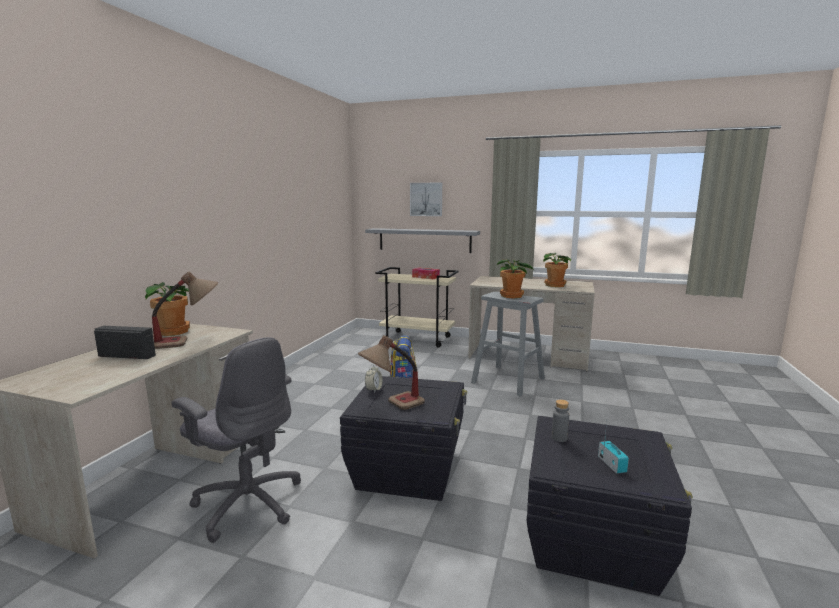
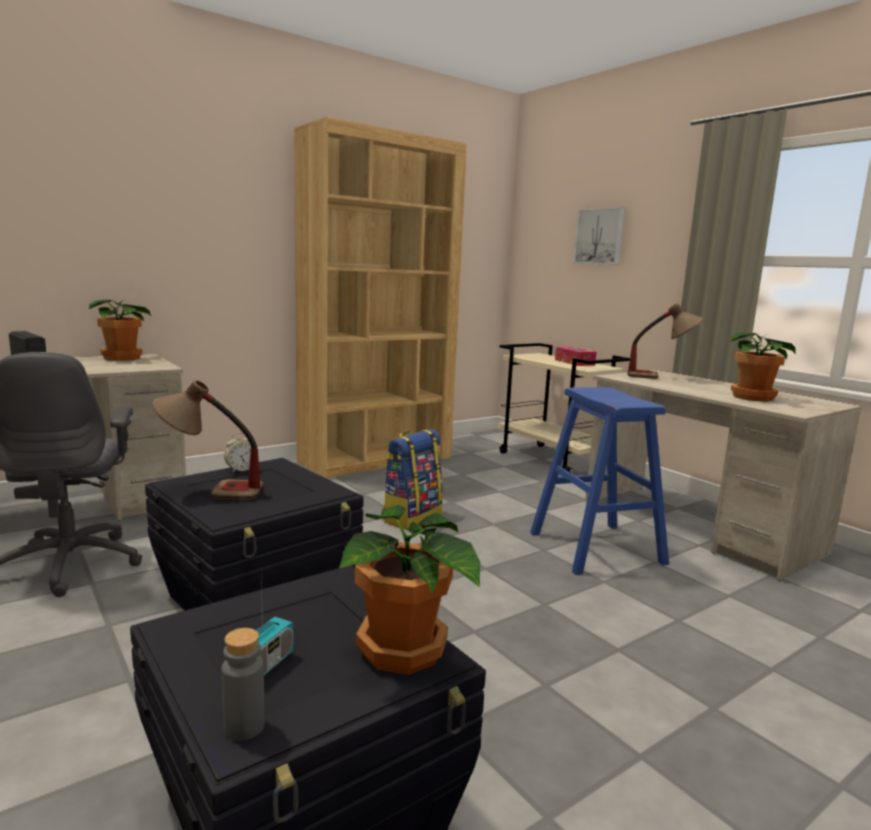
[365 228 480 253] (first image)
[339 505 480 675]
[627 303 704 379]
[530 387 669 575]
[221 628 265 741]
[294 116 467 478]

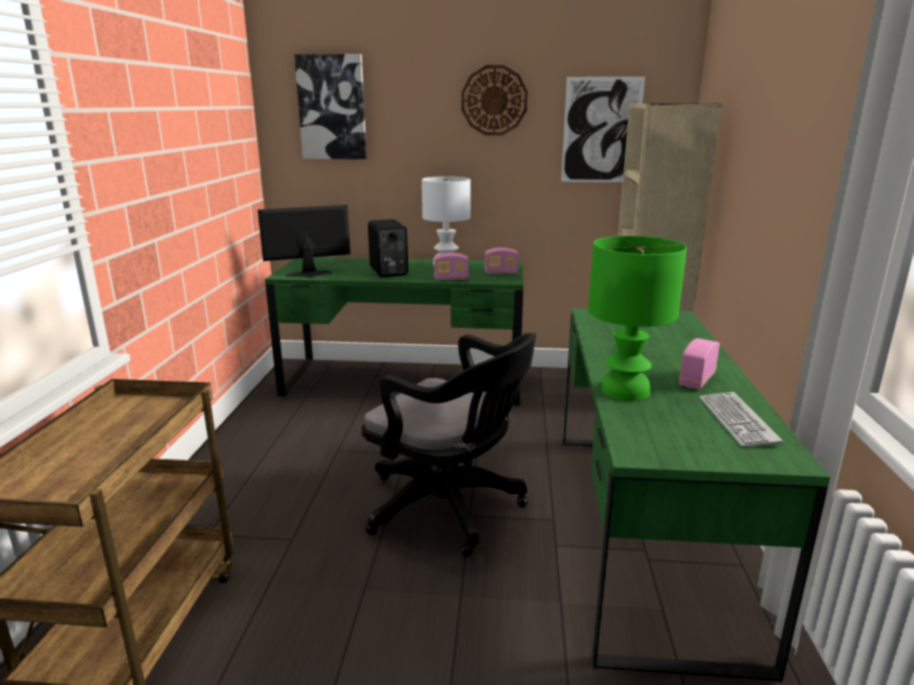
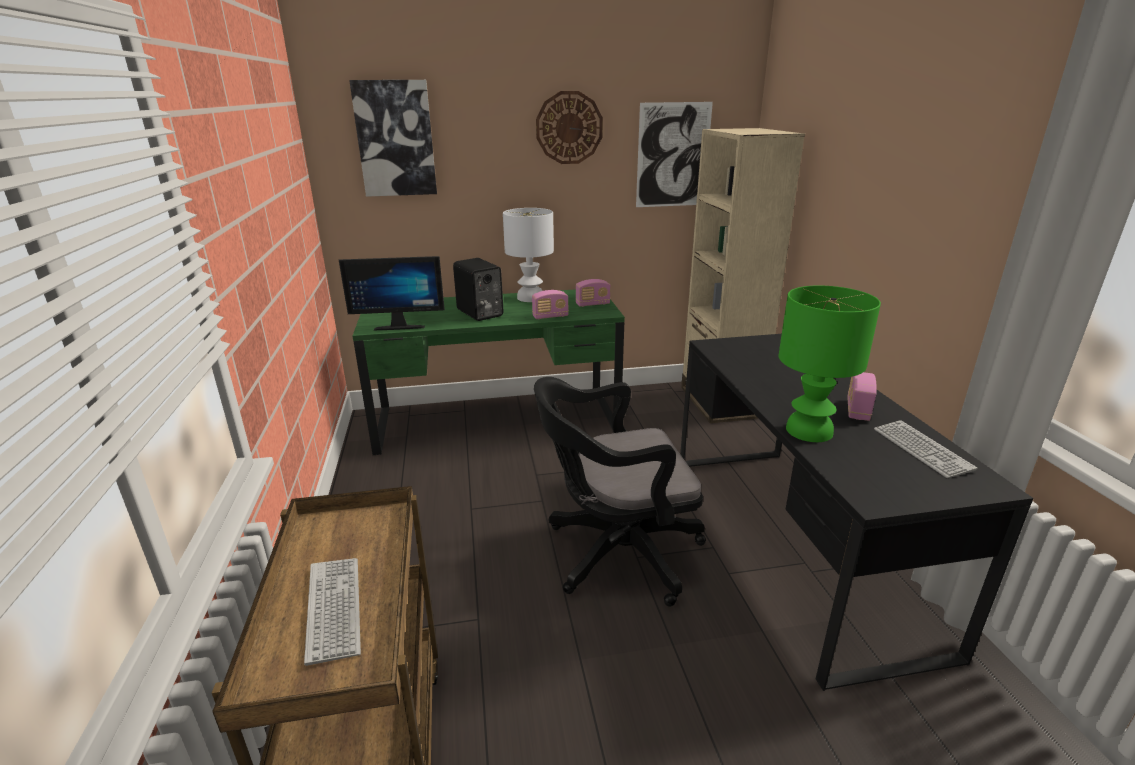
[339 256 445 330]
[680 334 1033 691]
[534 377 706 607]
[304 558 361 666]

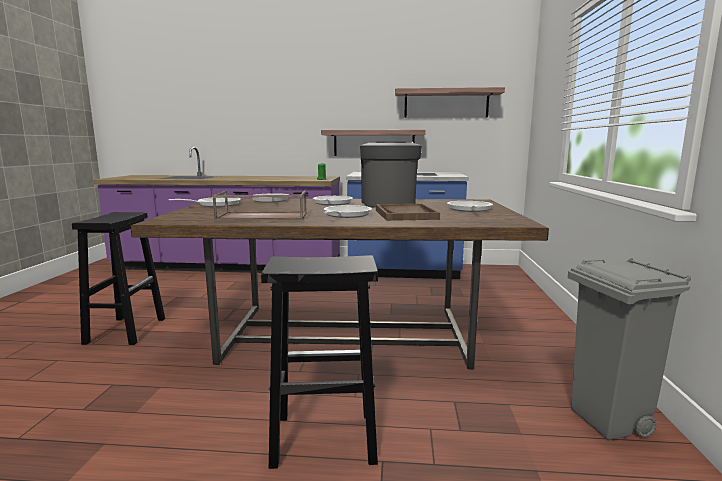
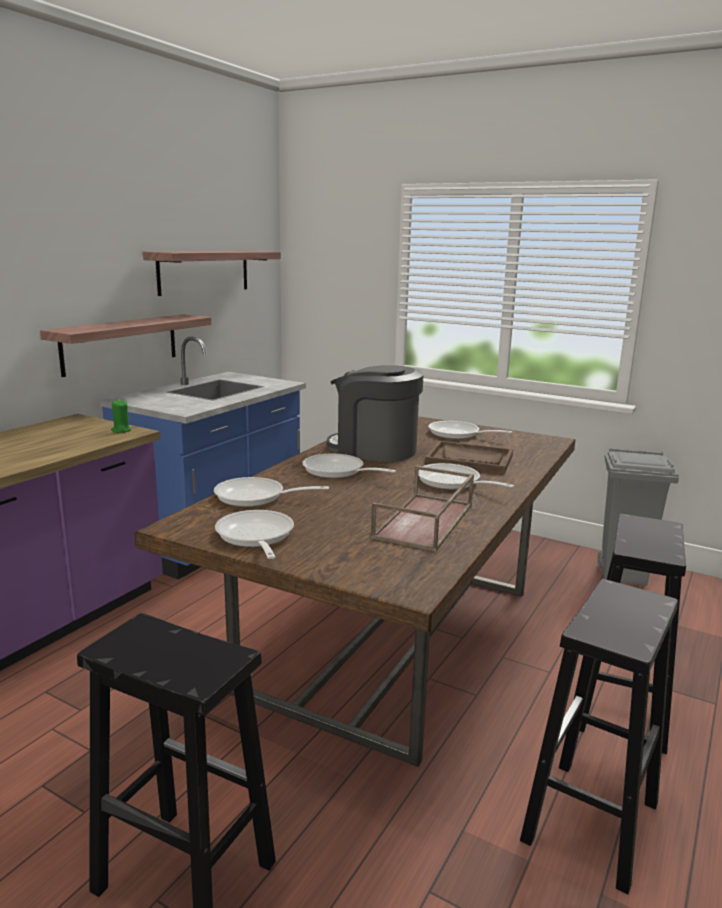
[520 579 678 895]

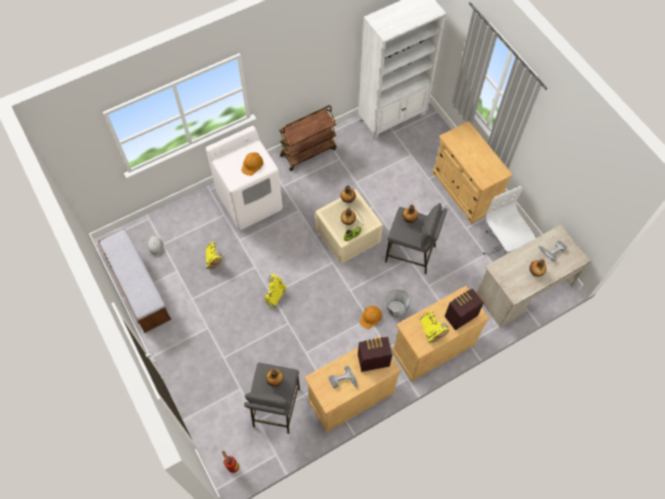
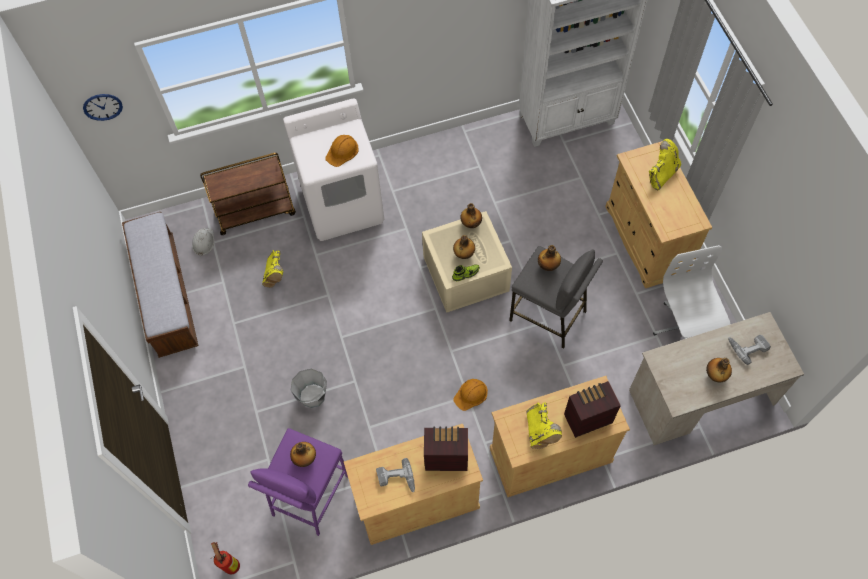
[200 153 296 235]
[649 139 681 190]
[291 369 327 408]
[248 428 348 536]
[83 94 123 121]

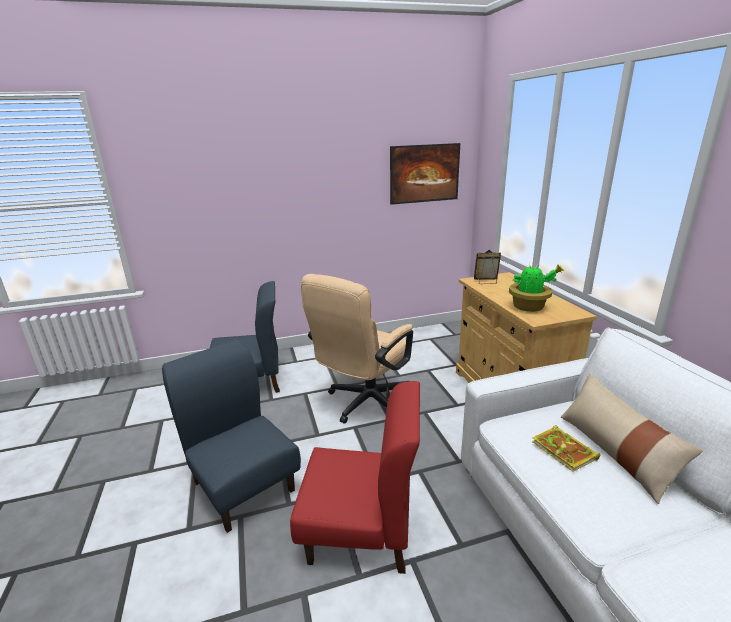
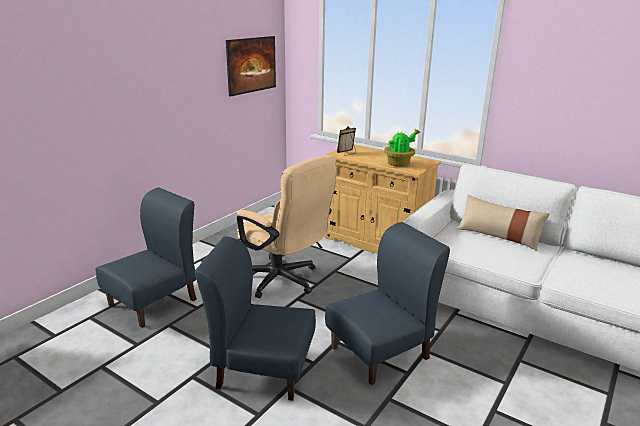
[237 155 337 298]
[325 222 450 385]
[532 425 600 472] (first image)

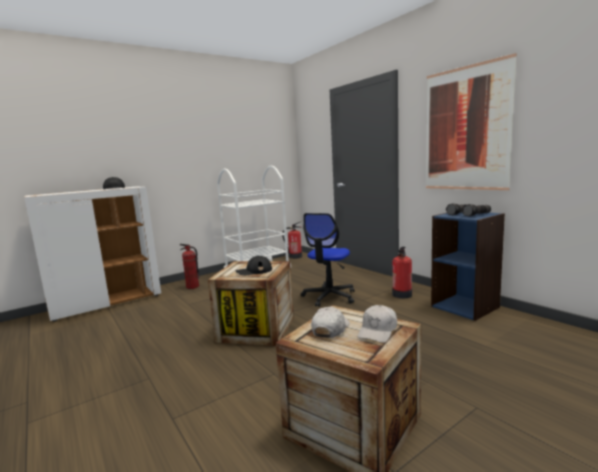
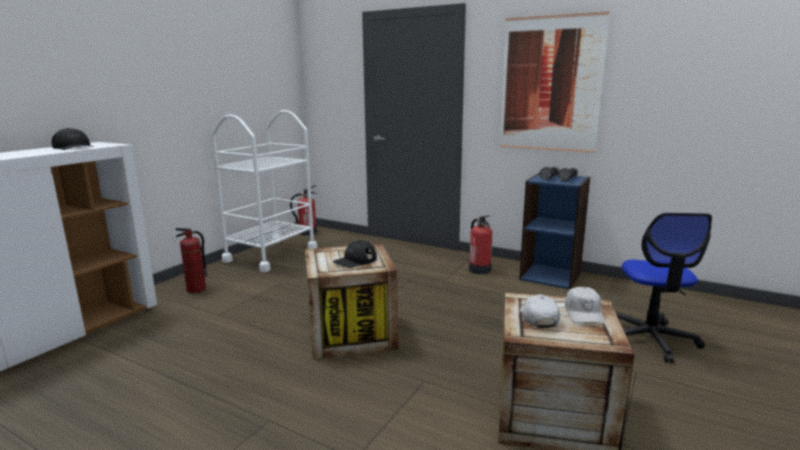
[616 213 712 363]

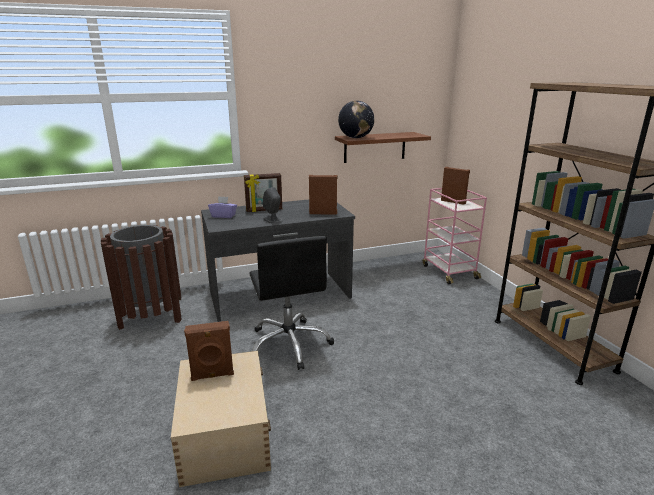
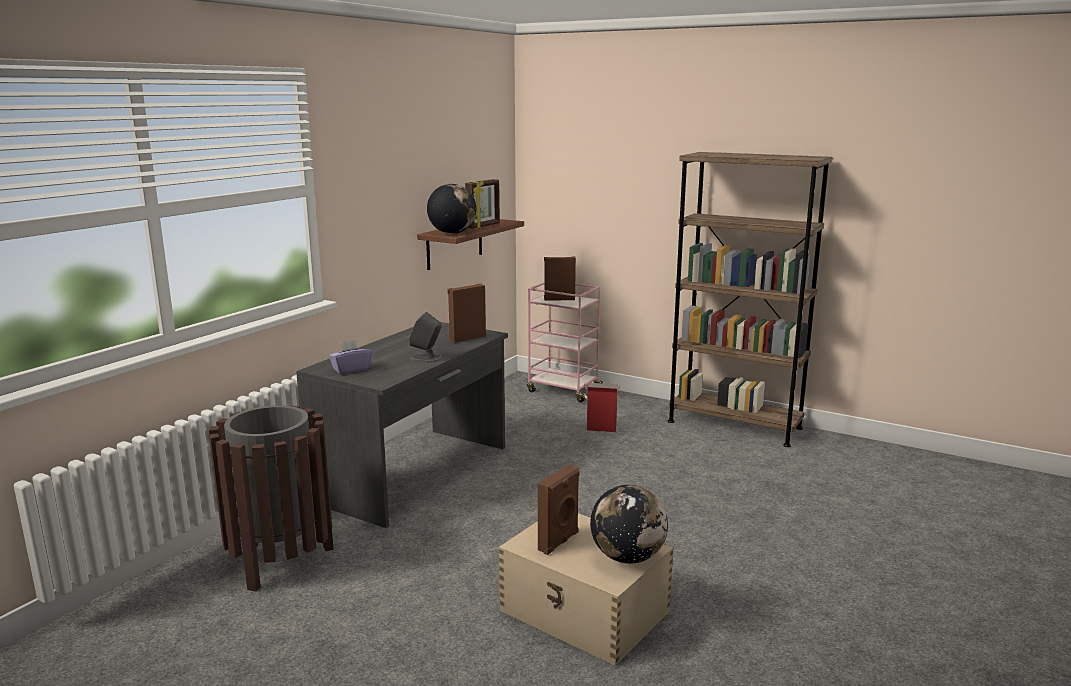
[465 179 500 229]
[249 236 334 370] (first image)
[584 383 620 432]
[590 485 668 564]

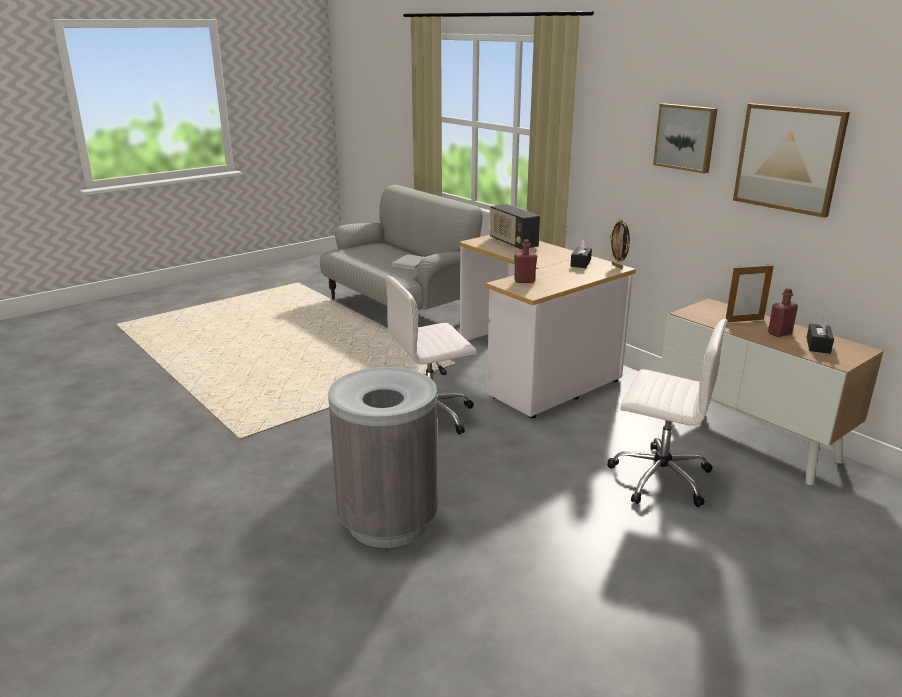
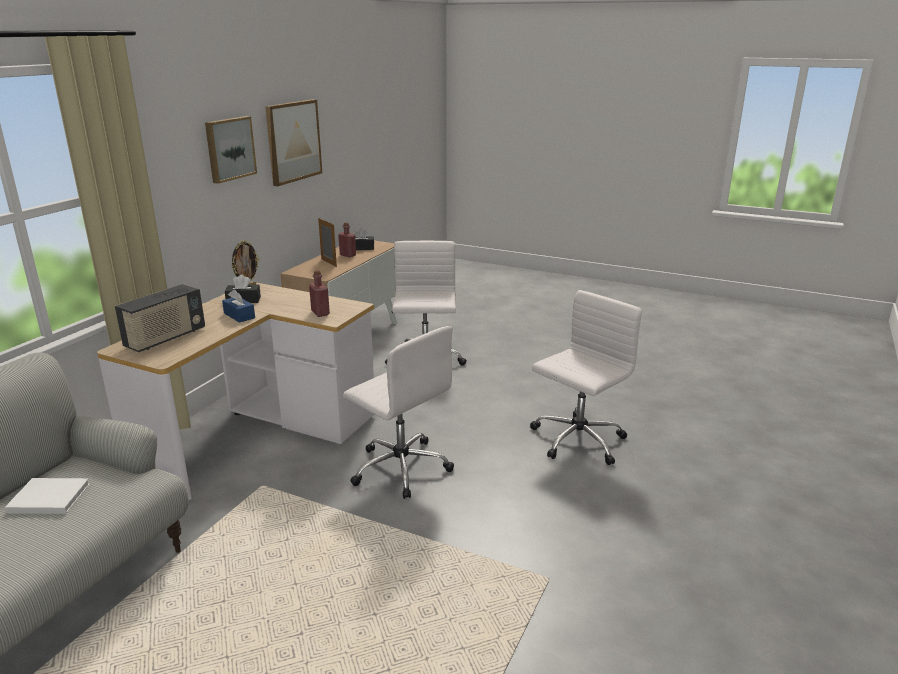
[530 290 642 465]
[222 289 255 323]

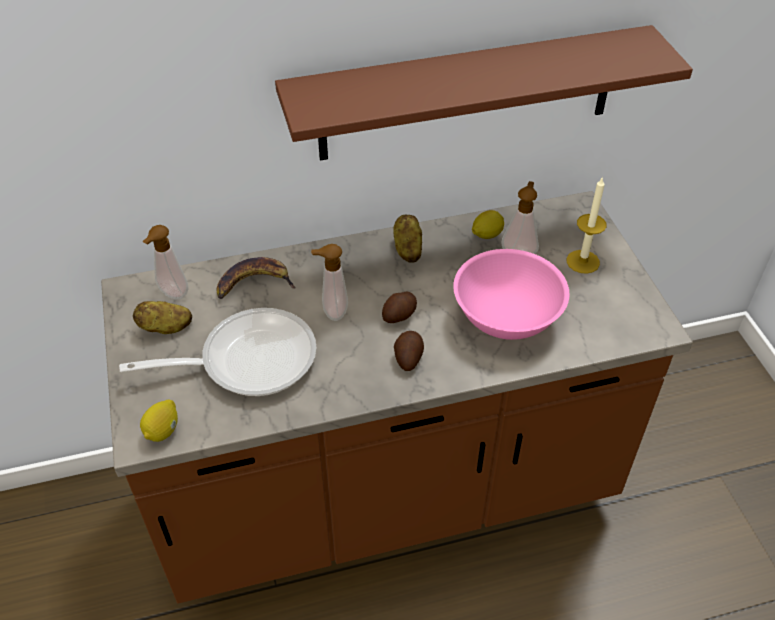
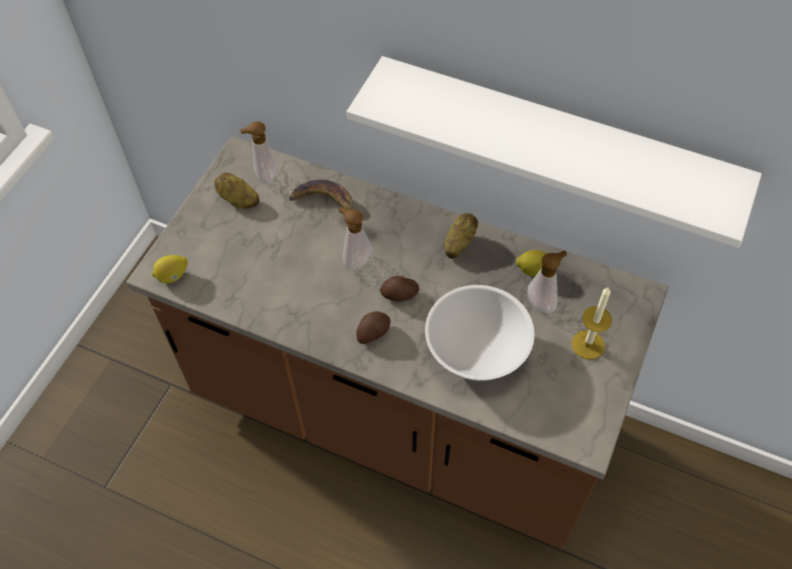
[347 56 762 247]
[425 285 534 381]
[119 308 317 396] (first image)

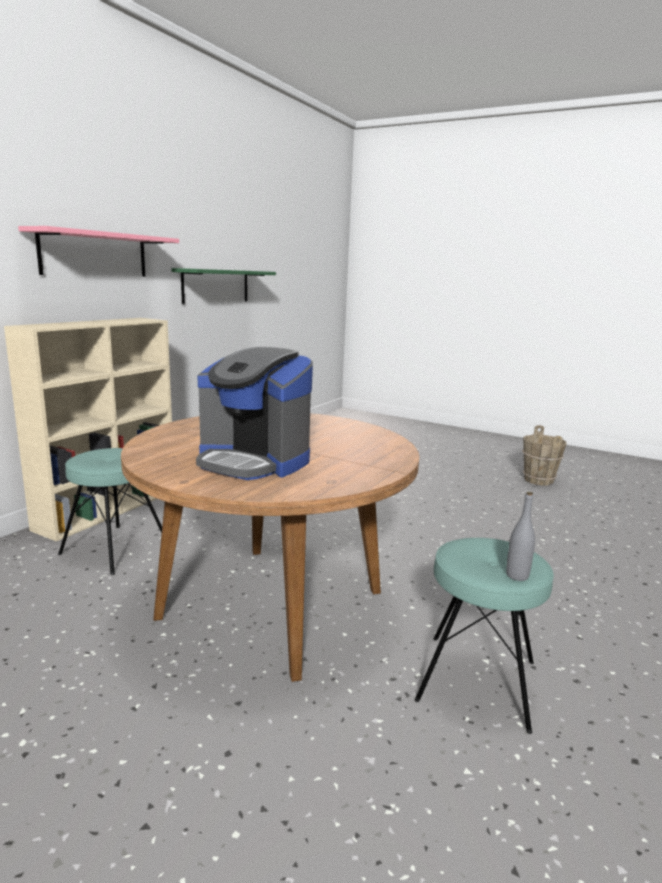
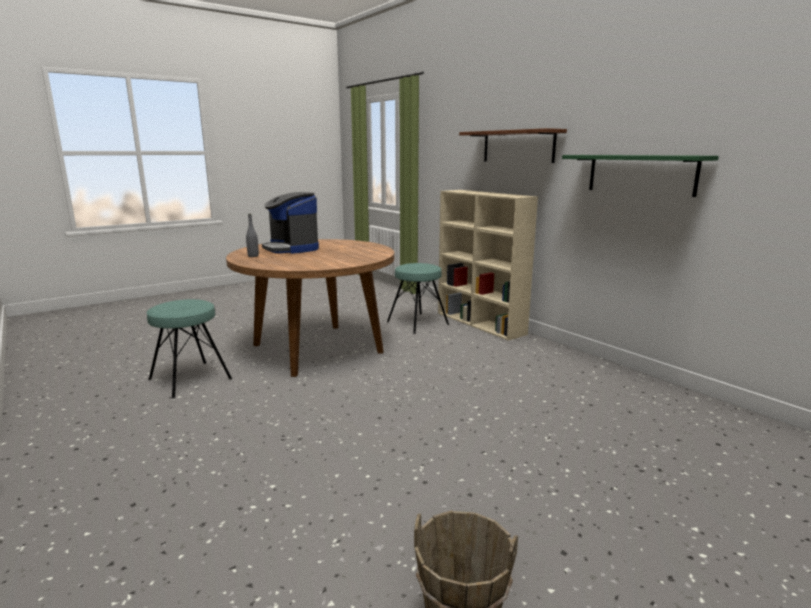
[459 128 567 163]
[262 192 319 254]
[246 214 259 257]

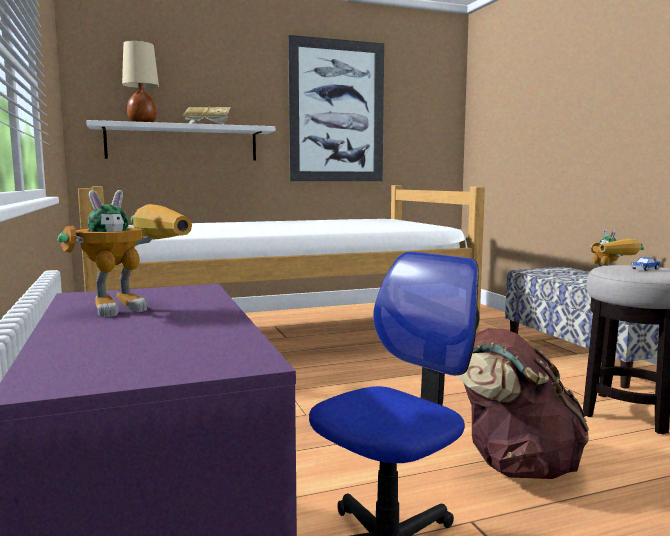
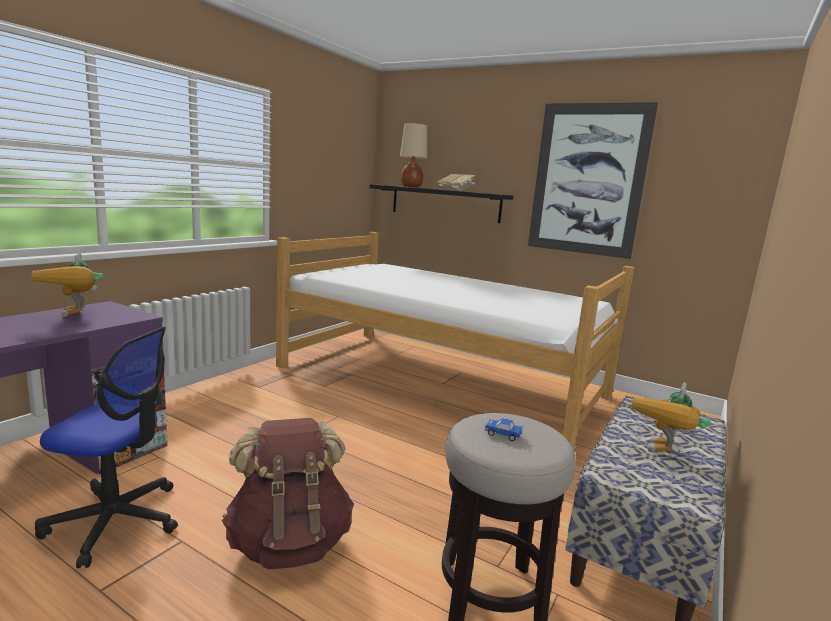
[369 184 513 223]
[31 253 104 317]

